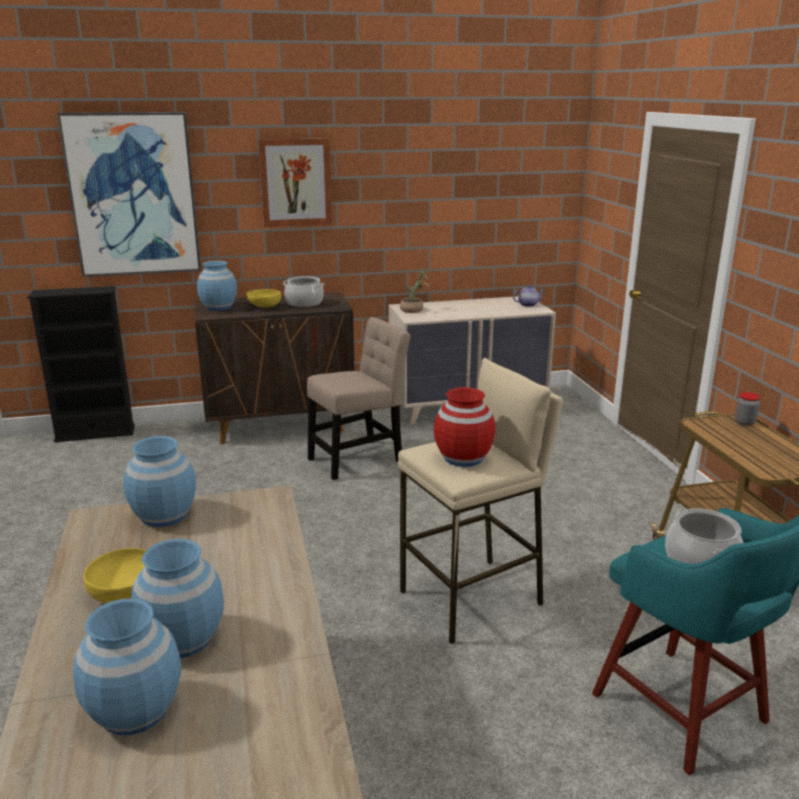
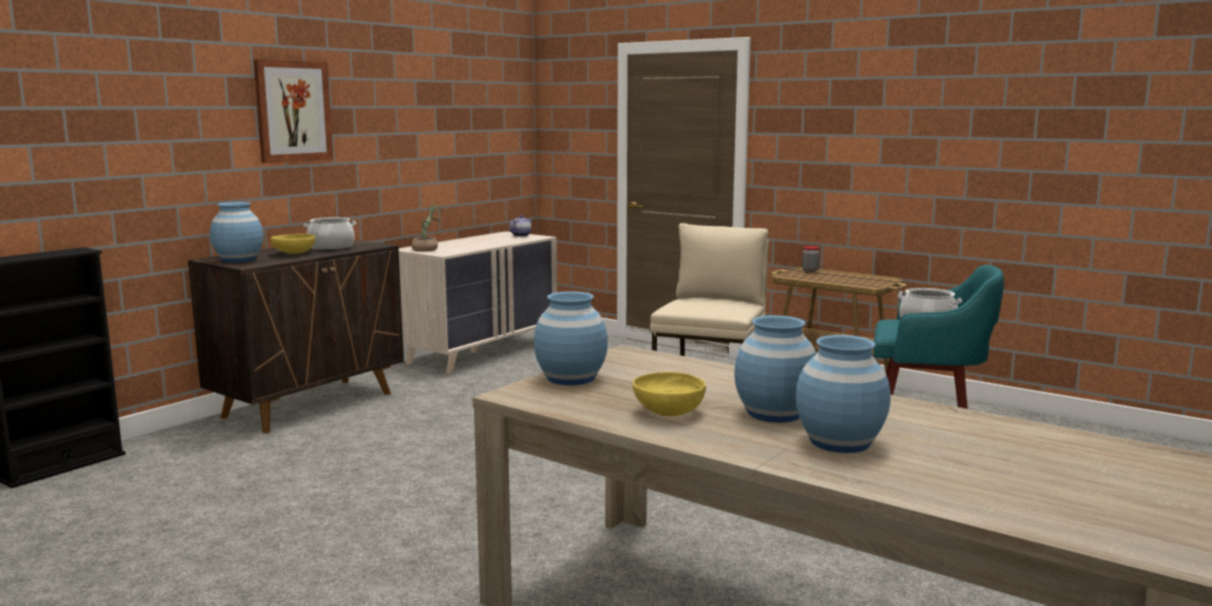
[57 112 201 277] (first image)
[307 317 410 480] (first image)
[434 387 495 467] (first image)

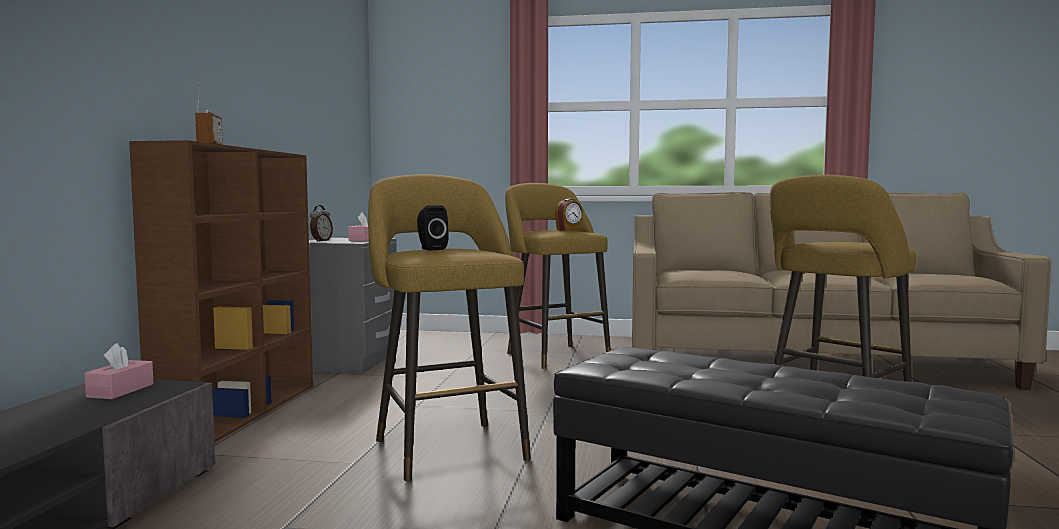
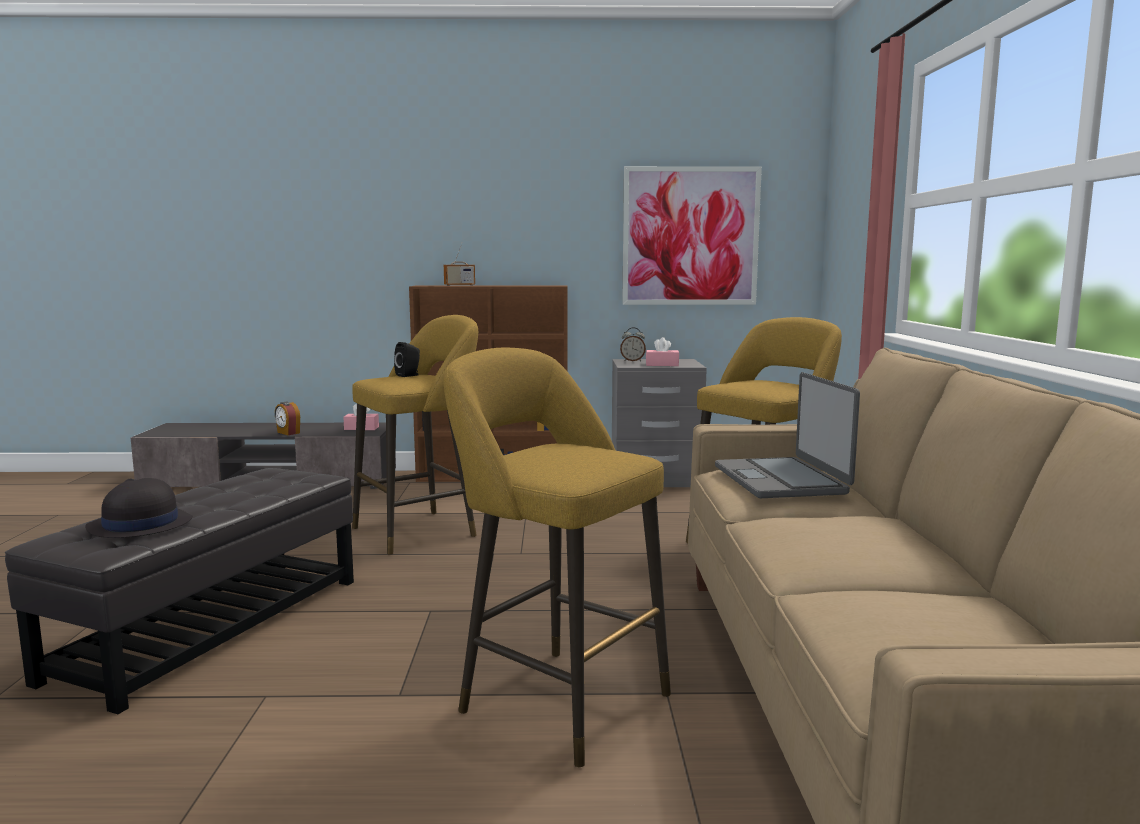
[275 402 300 435]
[622 166 762 305]
[715 372 860 498]
[85 478 193 538]

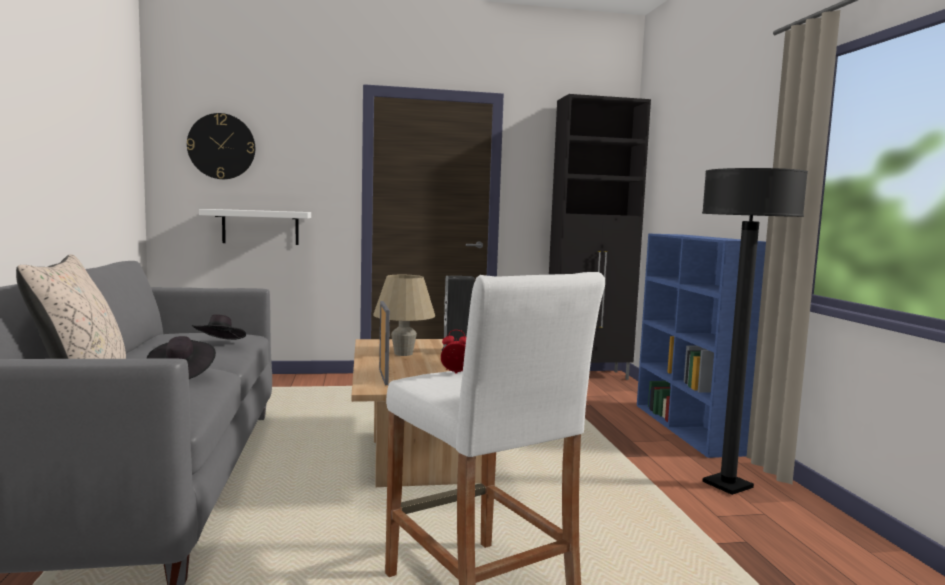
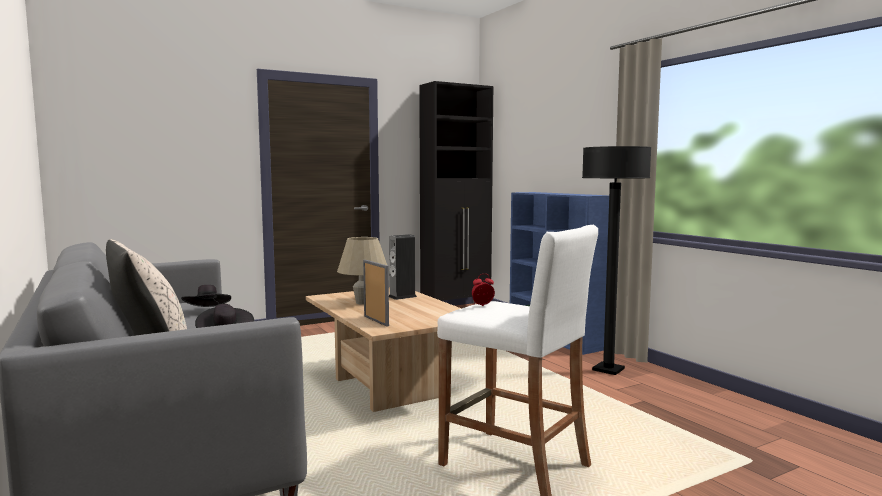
[187 113 255 179] (first image)
[199 209 311 245] (first image)

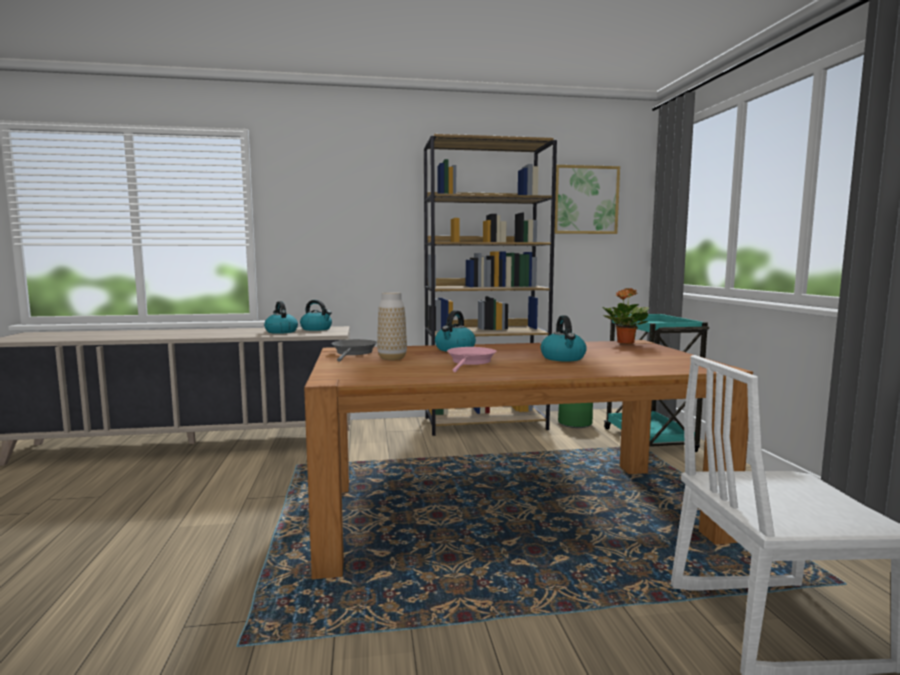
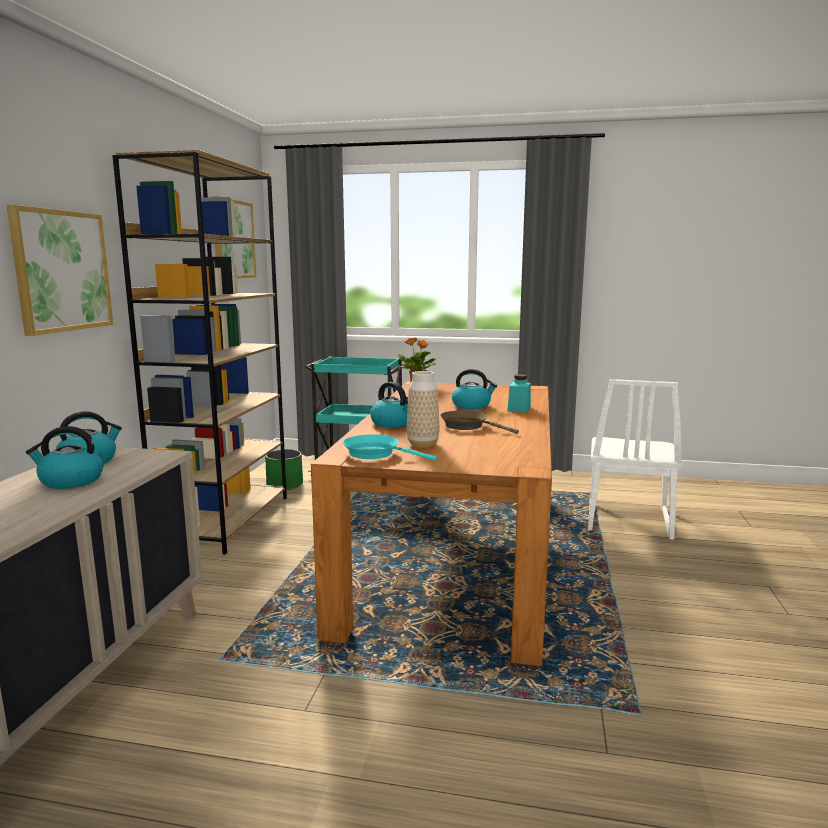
[343 434 437 461]
[440 410 519 434]
[7 205 114 336]
[508 374 531 412]

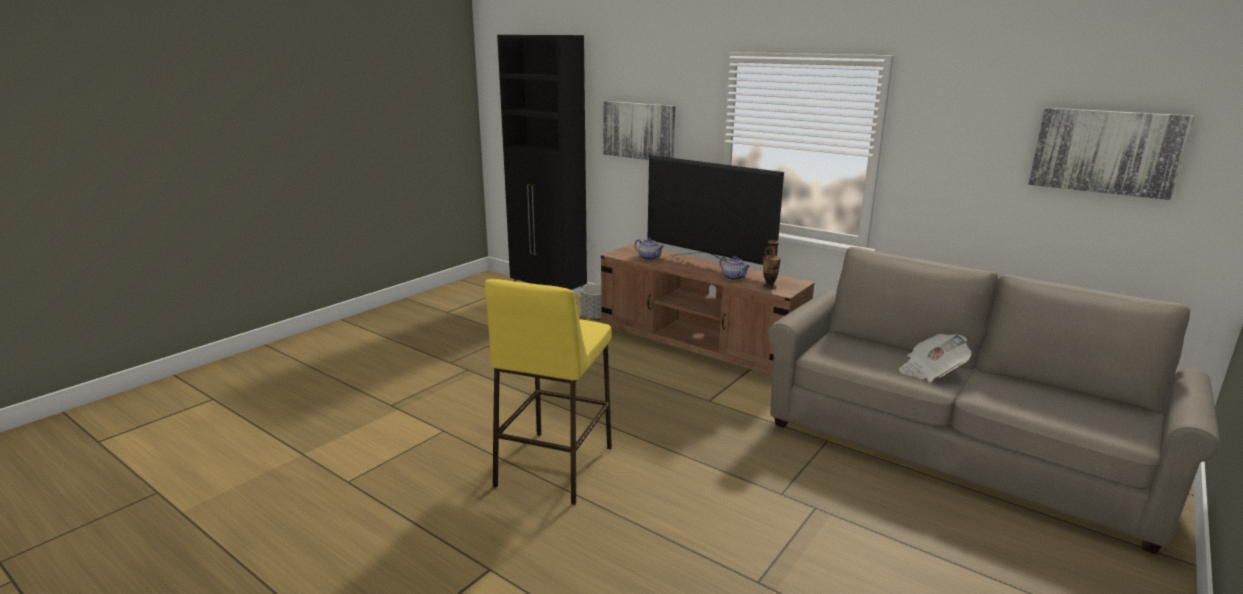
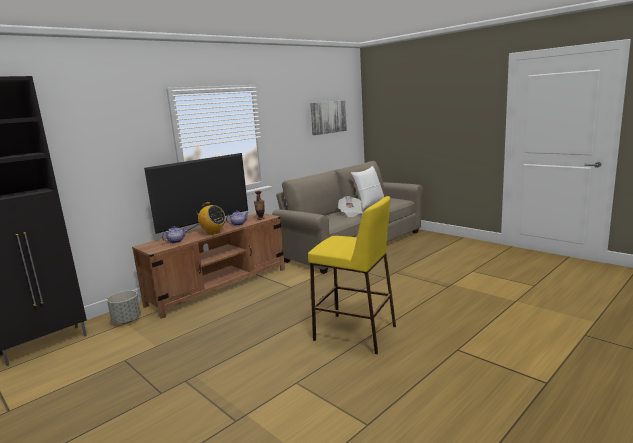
[603 101 675 160] (first image)
[351 166 384 209]
[196 202 226 234]

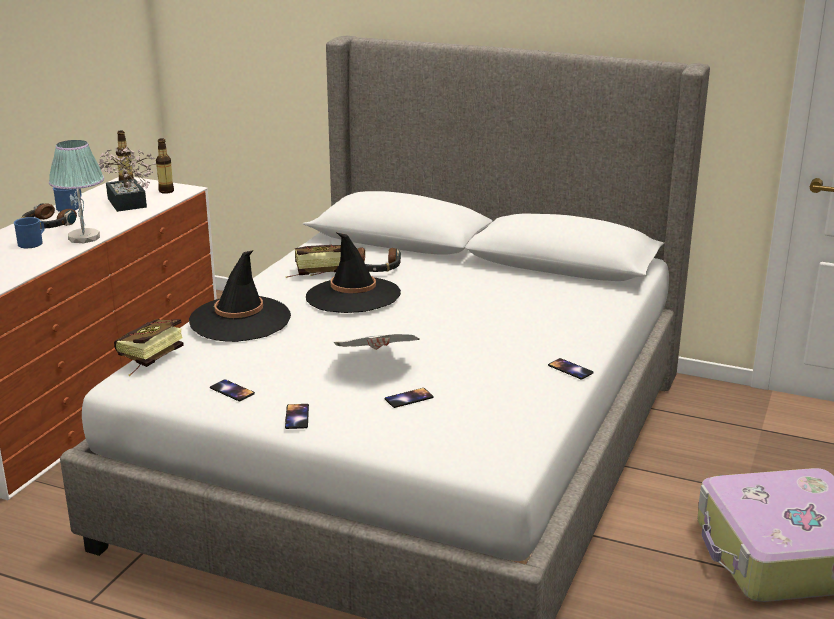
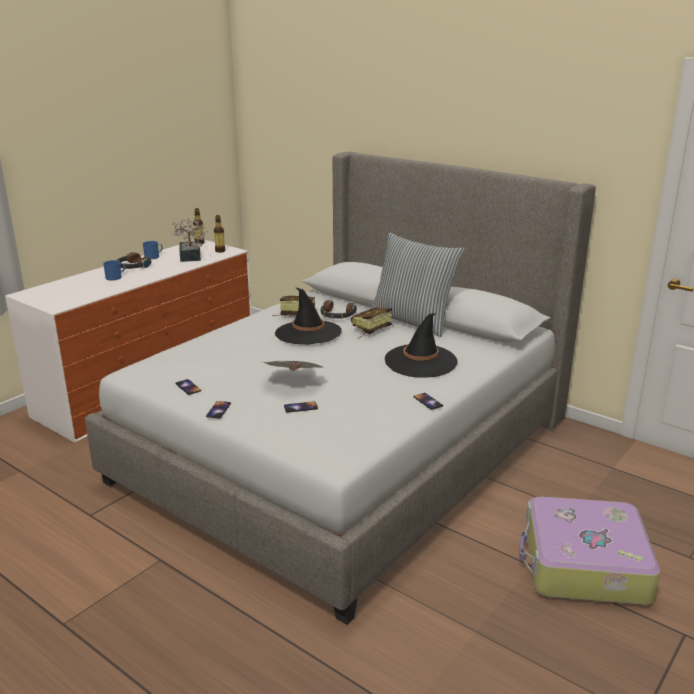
[49 140 104 243] (first image)
[385 313 458 378]
[351 307 392 339]
[370 233 464 337]

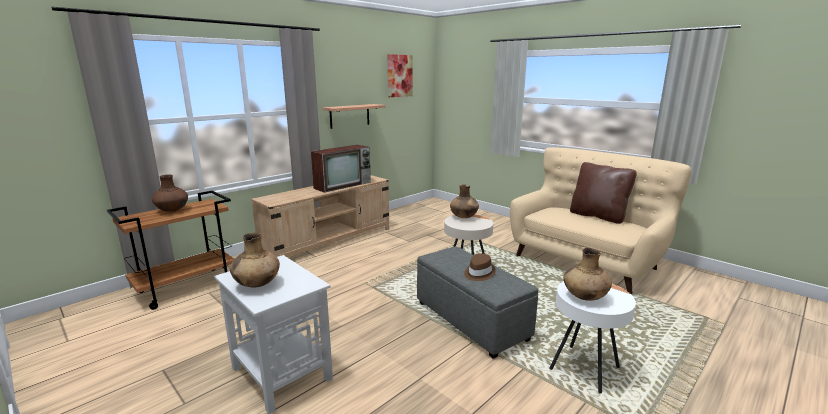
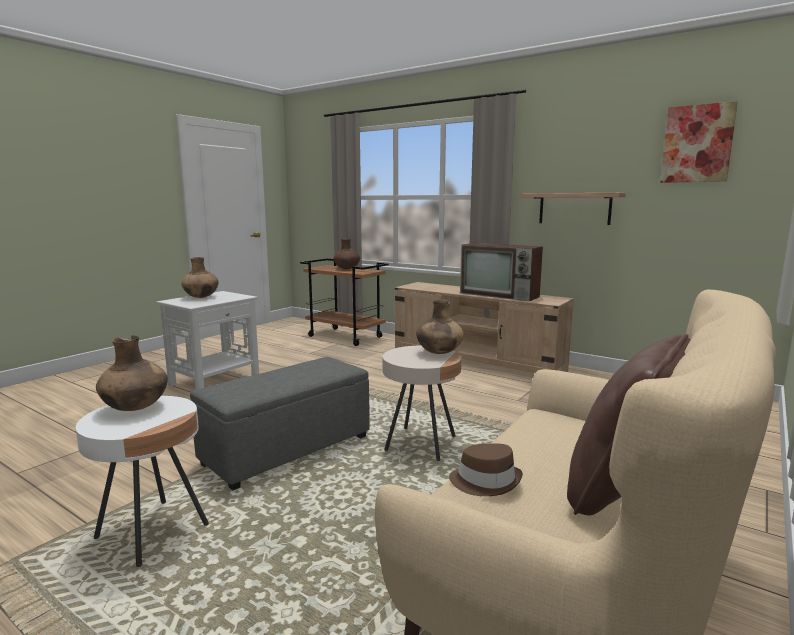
[449 443 523 496]

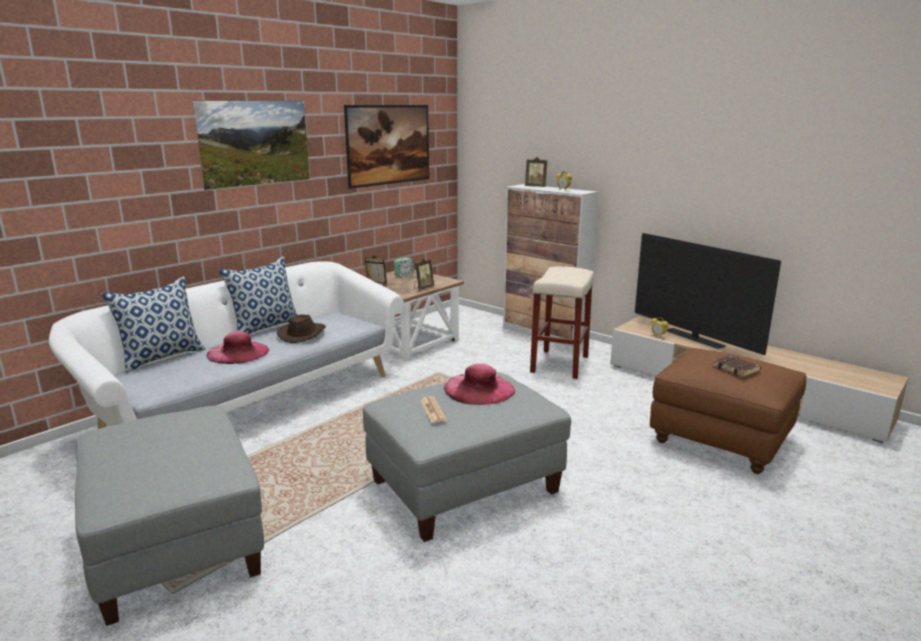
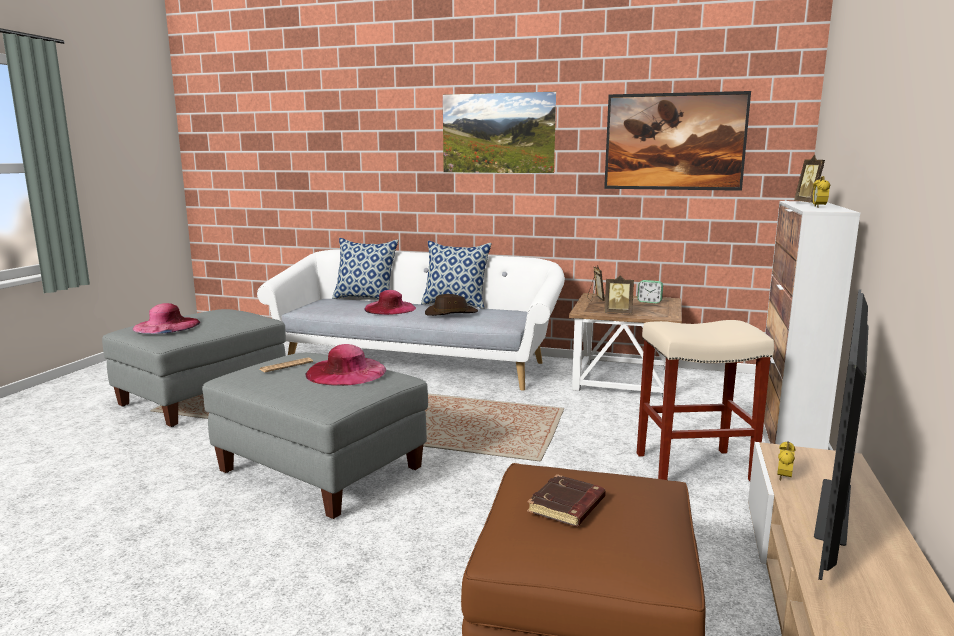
[133 303 200 334]

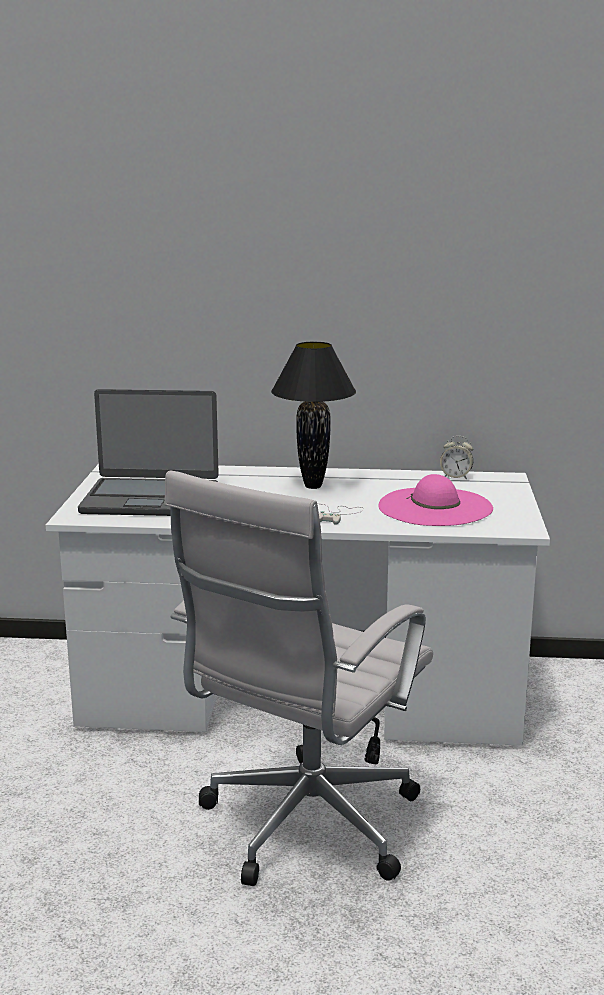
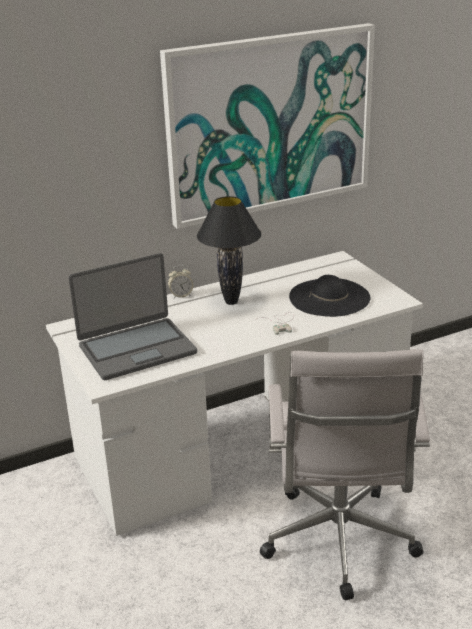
[168 265 193 298]
[289 275 371 317]
[160 23 375 229]

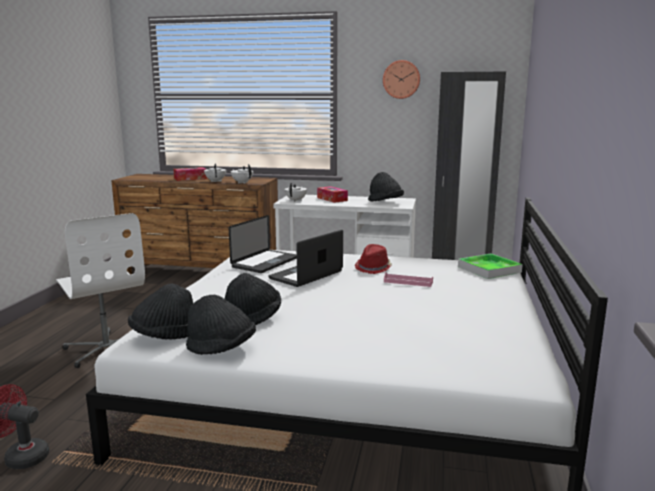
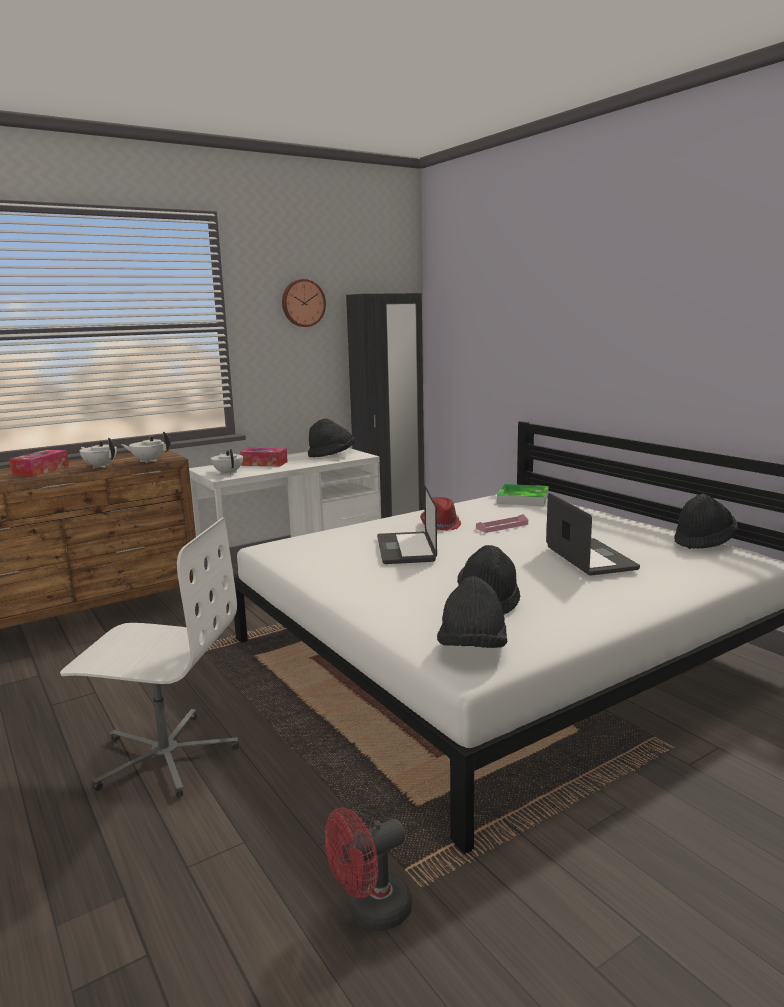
[546 493 640 576]
[674 494 738 549]

